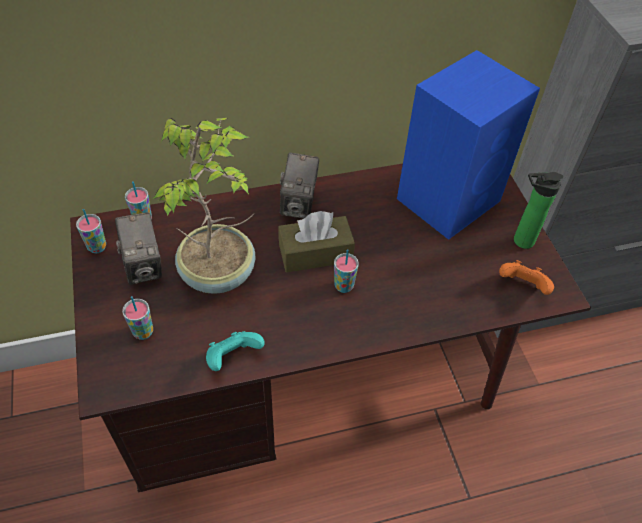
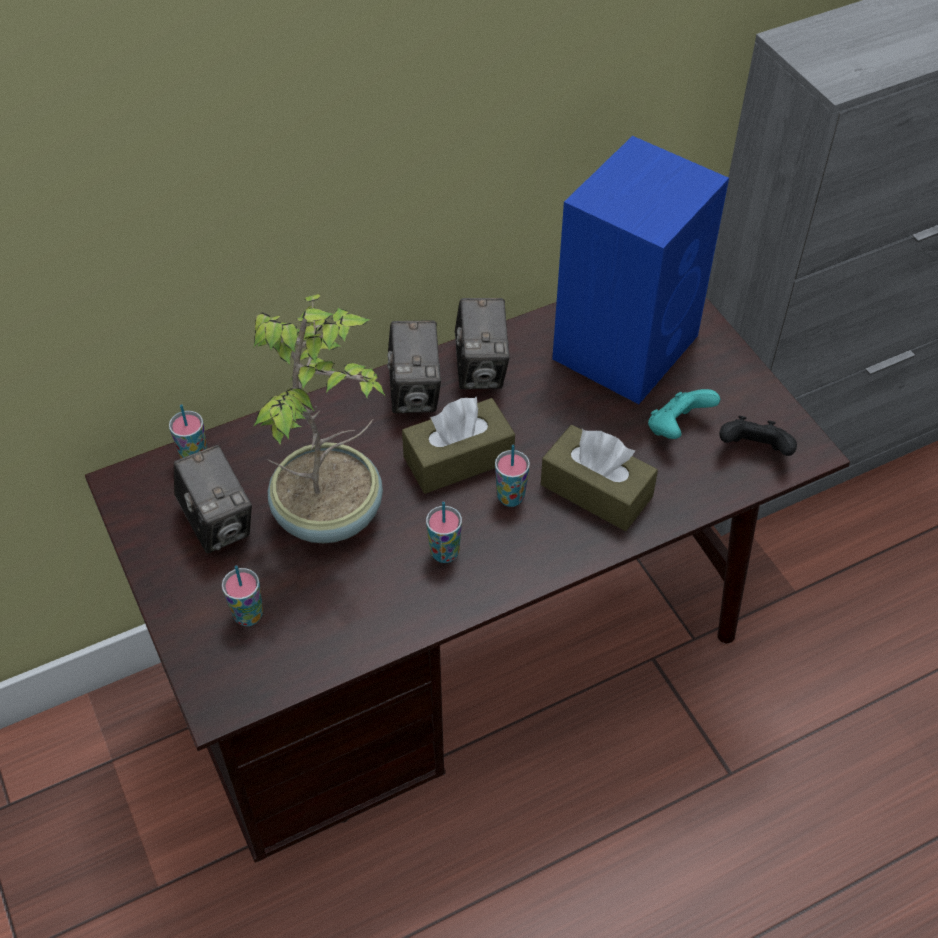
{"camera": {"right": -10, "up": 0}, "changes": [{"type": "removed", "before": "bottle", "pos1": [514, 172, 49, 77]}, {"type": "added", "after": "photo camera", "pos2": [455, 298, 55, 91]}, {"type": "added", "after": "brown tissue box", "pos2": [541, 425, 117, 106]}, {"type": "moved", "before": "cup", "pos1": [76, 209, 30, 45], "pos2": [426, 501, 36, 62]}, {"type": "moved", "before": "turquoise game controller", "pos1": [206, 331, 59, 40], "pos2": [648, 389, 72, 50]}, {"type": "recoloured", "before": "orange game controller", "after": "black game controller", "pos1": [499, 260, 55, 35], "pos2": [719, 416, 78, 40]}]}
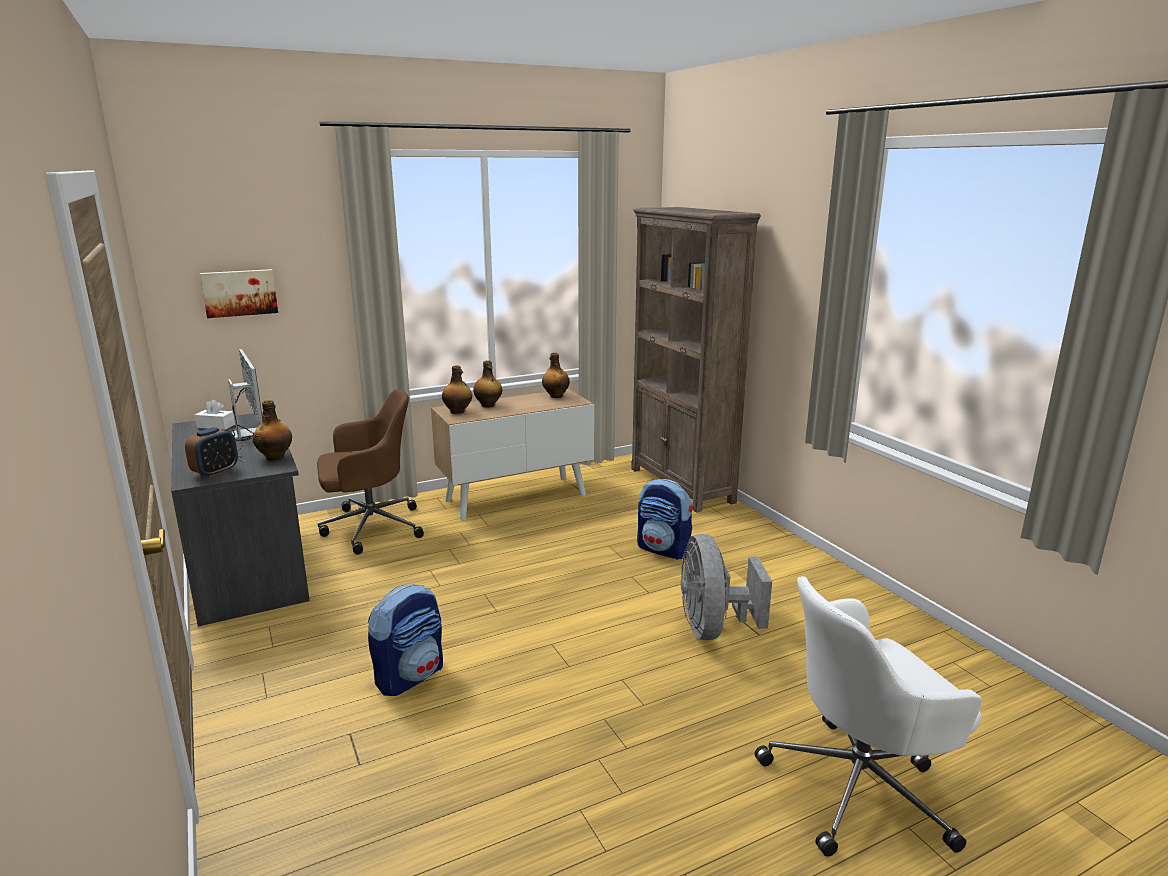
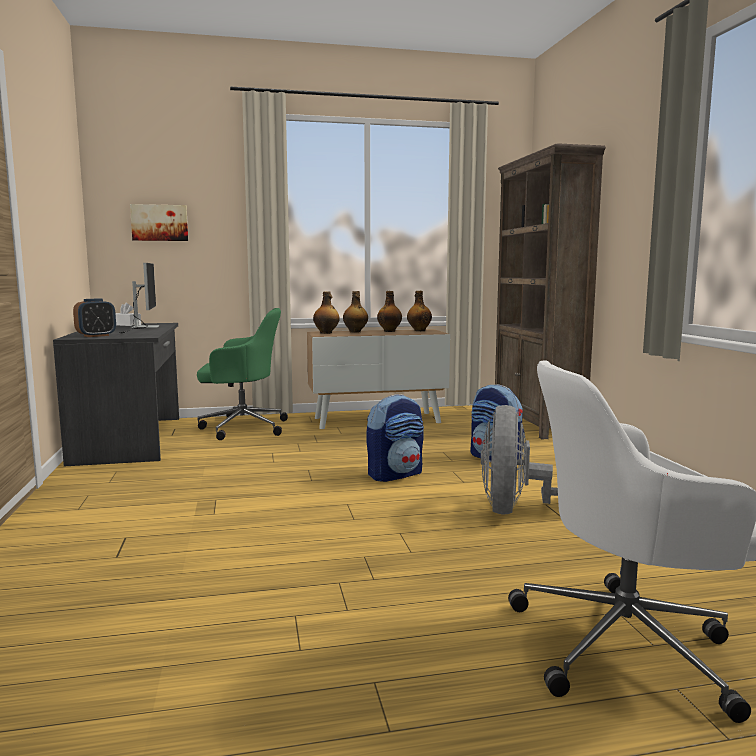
{"camera": {"right": 15, "up": -10}, "changes": [{"type": "moved", "before": "bottle", "pos1": [253, 400, 39, 61], "pos2": [377, 291, 25, 41]}, {"type": "moved", "before": "backpack", "pos1": [368, 584, 75, 112], "pos2": [366, 394, 58, 88]}, {"type": "recoloured", "before": "brown office chair", "after": "green office chair", "pos1": [317, 389, 107, 166], "pos2": [197, 308, 91, 132]}]}
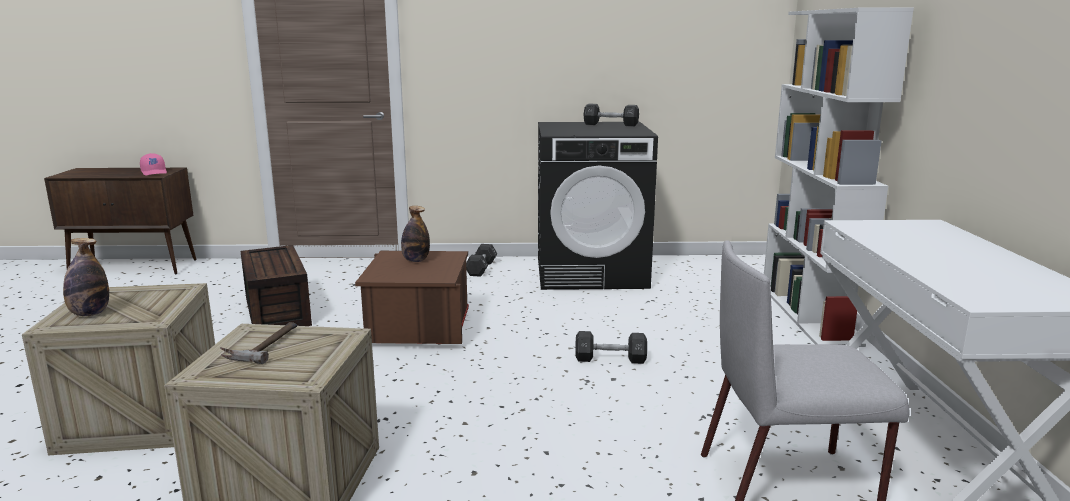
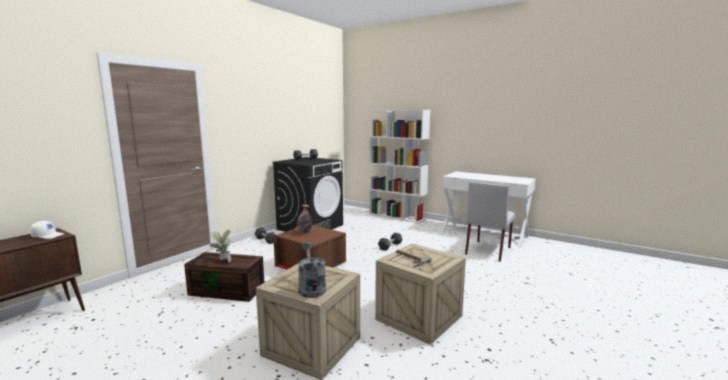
{"camera": {"right": -55, "up": -5}, "changes": [{"type": "added", "after": "potted plant", "pos2": [209, 230, 22, 32]}, {"type": "replaced", "before": "bottle", "after": "grey watering can", "pos1": [63, 238, 46, 78], "pos2": [298, 242, 28, 56]}, {"type": "recoloured", "before": "pink cap", "after": "white cap", "pos1": [140, 153, 27, 23], "pos2": [30, 221, 34, 18]}]}
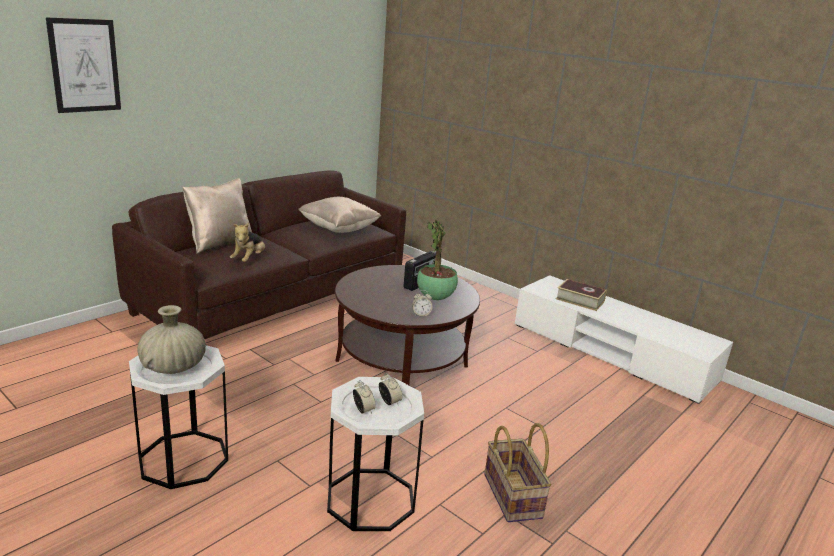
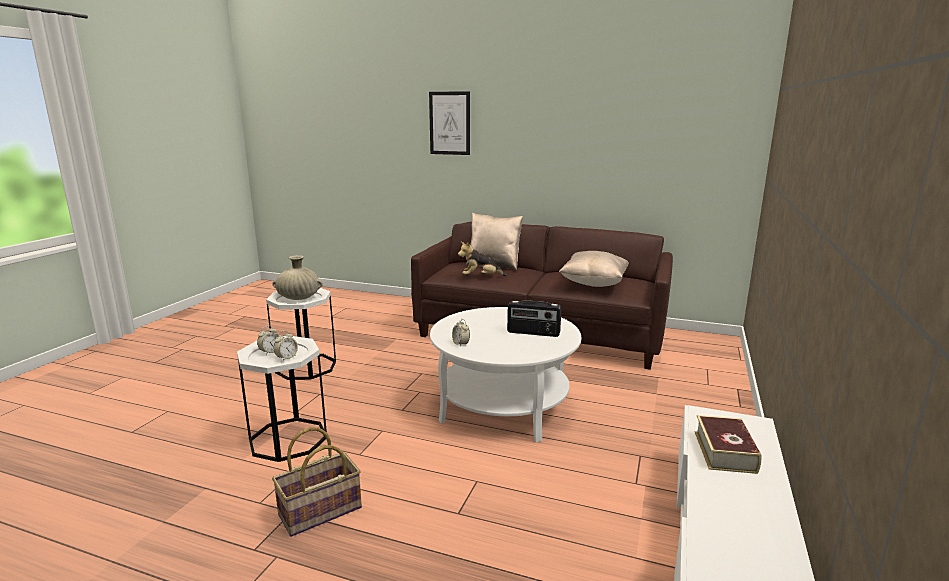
{"camera": {"right": 70, "up": -5}, "changes": [{"type": "removed", "before": "potted plant", "pos1": [417, 219, 41, 81]}, {"type": "recoloured", "before": "brown coffee table", "after": "white coffee table", "pos1": [335, 265, 145, 120], "pos2": [430, 307, 151, 135]}]}
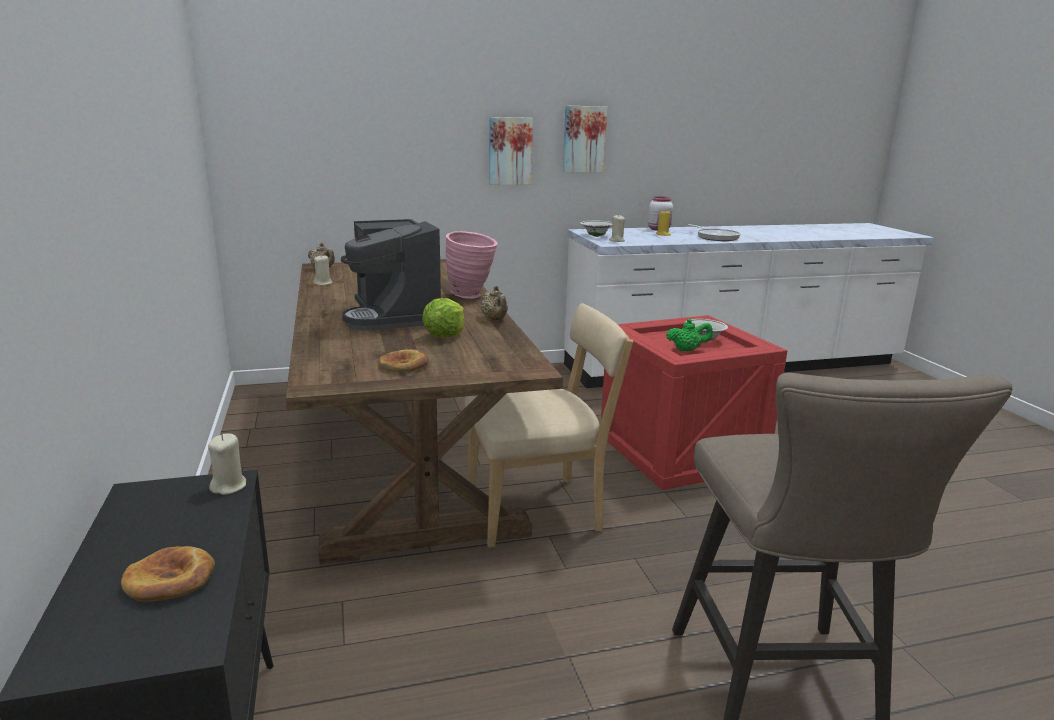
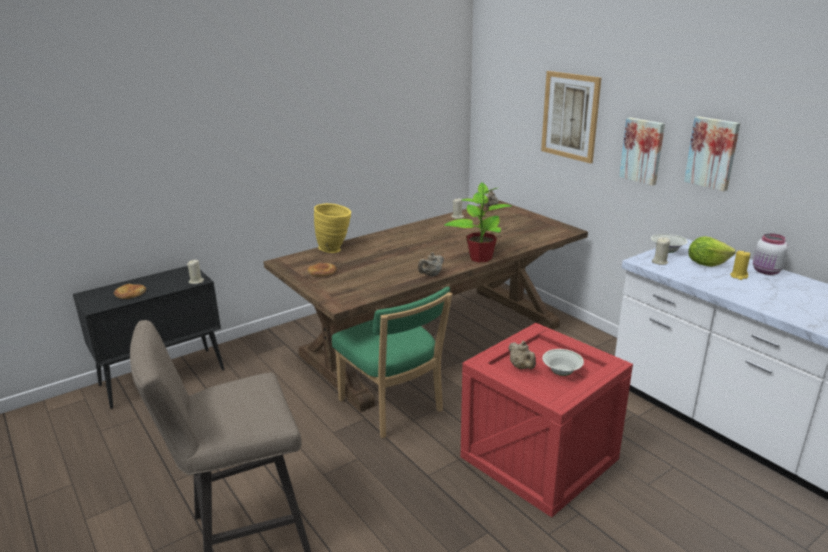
{"camera": {"right": 70, "up": 5}, "changes": [{"type": "removed", "before": "coffee machine", "pos1": [341, 219, 100, 112]}, {"type": "removed", "before": "frying pan", "pos1": [688, 224, 53, 17]}, {"type": "added", "after": "yellow vase", "pos2": [314, 203, 37, 50]}, {"type": "added", "after": "picture", "pos2": [541, 71, 60, 92]}, {"type": "moved", "before": "lettuce", "pos1": [422, 298, 42, 40], "pos2": [688, 236, 48, 31]}, {"type": "replaced", "before": "pink vase", "after": "potted plant", "pos1": [446, 231, 52, 68], "pos2": [444, 182, 68, 80]}, {"type": "recoloured", "before": "beige chair", "after": "green chair", "pos1": [465, 303, 168, 245], "pos2": [332, 287, 120, 151]}, {"type": "recoloured", "before": "green teapot", "after": "beige teapot", "pos1": [666, 319, 47, 32], "pos2": [508, 341, 28, 28]}]}
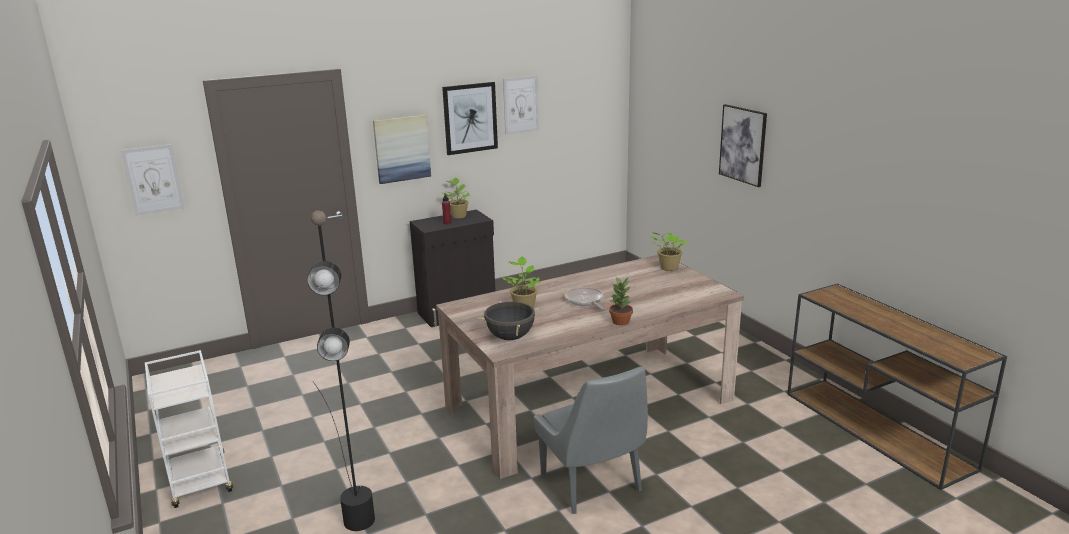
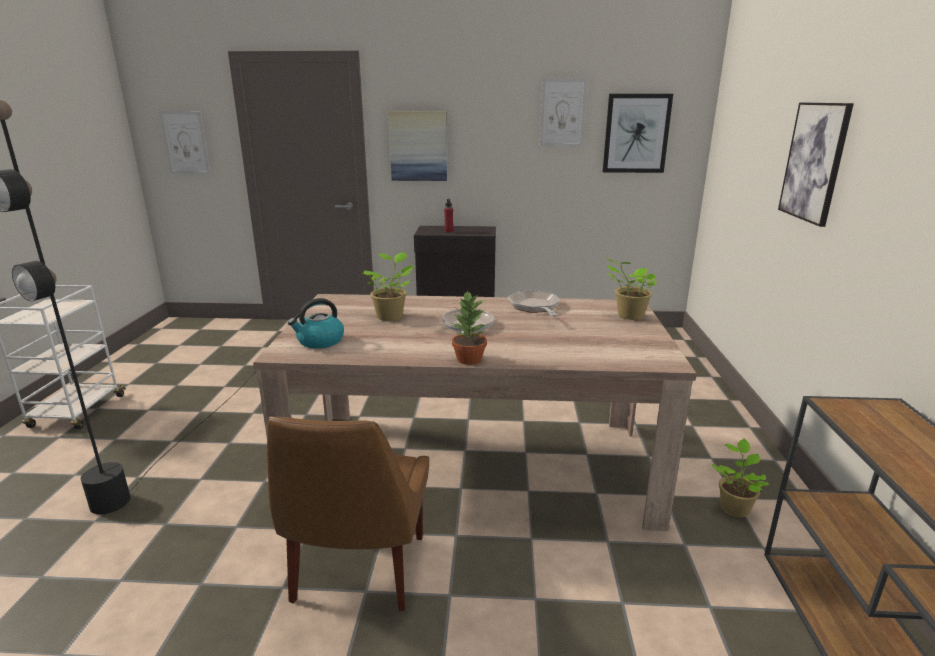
{"camera": {"right": 30, "up": 0}, "changes": [{"type": "added", "after": "frying pan", "pos2": [508, 290, 52, 26]}, {"type": "moved", "before": "potted plant", "pos1": [441, 178, 30, 40], "pos2": [711, 439, 58, 78]}, {"type": "moved", "before": "picture", "pos1": [442, 82, 56, 73], "pos2": [603, 94, 70, 79]}, {"type": "replaced", "before": "black cooking pot", "after": "kettle", "pos1": [479, 301, 61, 39], "pos2": [288, 298, 56, 51]}, {"type": "recoloured", "before": "grey chair", "after": "brown chair", "pos1": [534, 366, 114, 148], "pos2": [267, 416, 162, 196]}]}
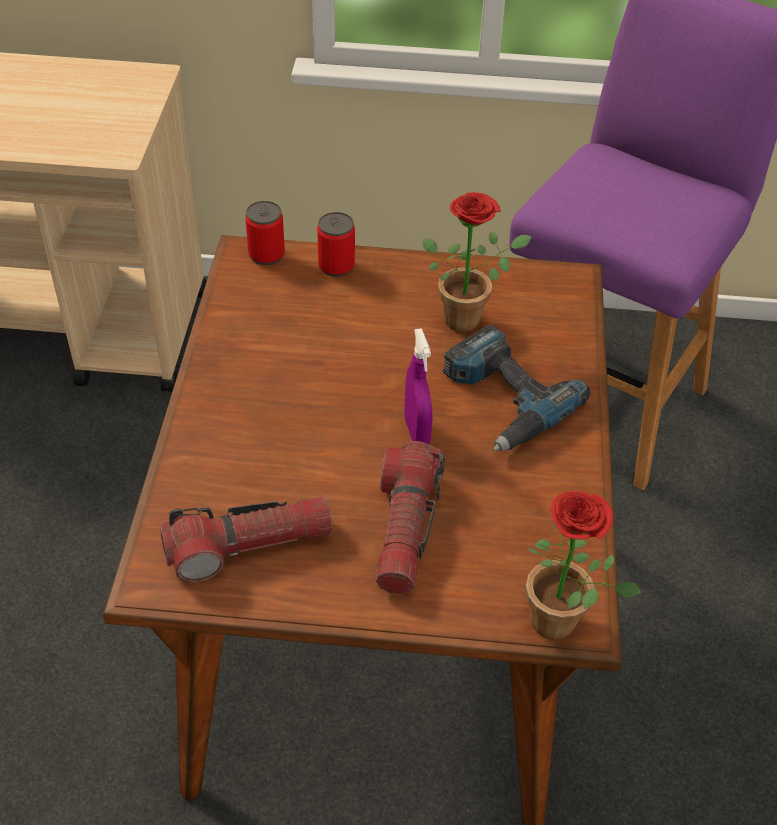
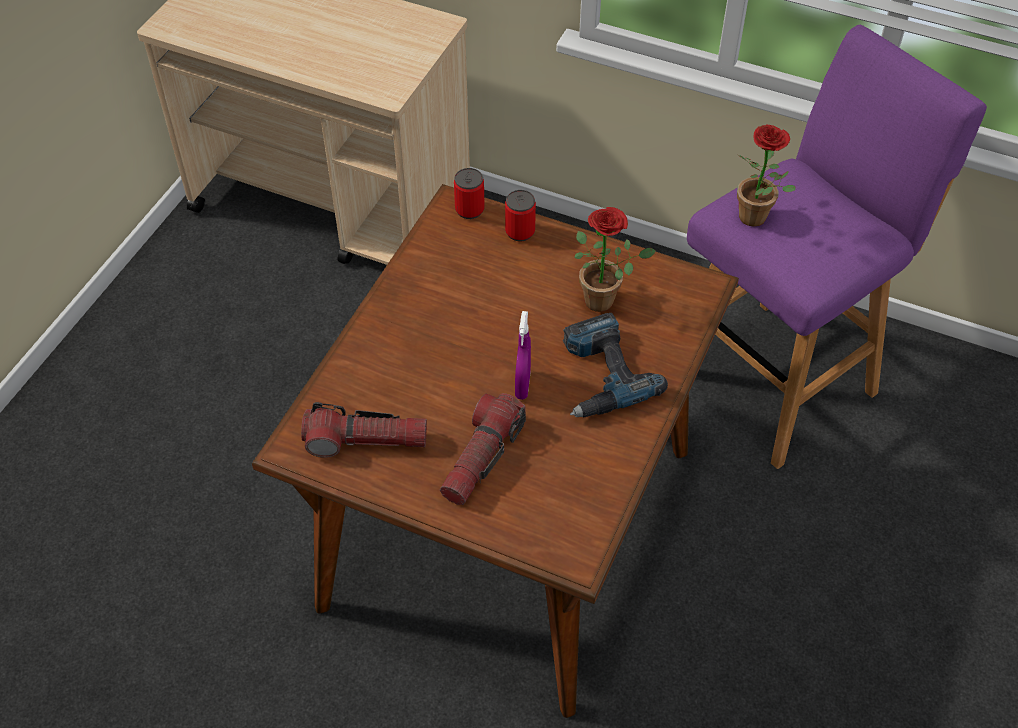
{"camera": {"right": 20, "up": 5}, "changes": [{"type": "moved", "before": "potted plant", "pos1": [526, 491, 115, 149], "pos2": [737, 125, 59, 102]}]}
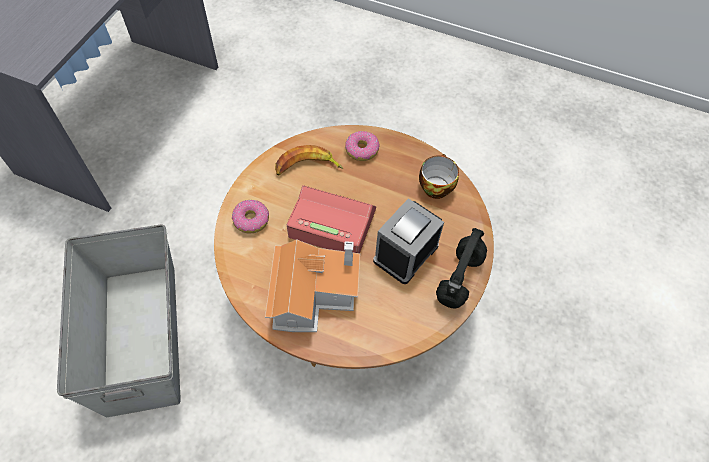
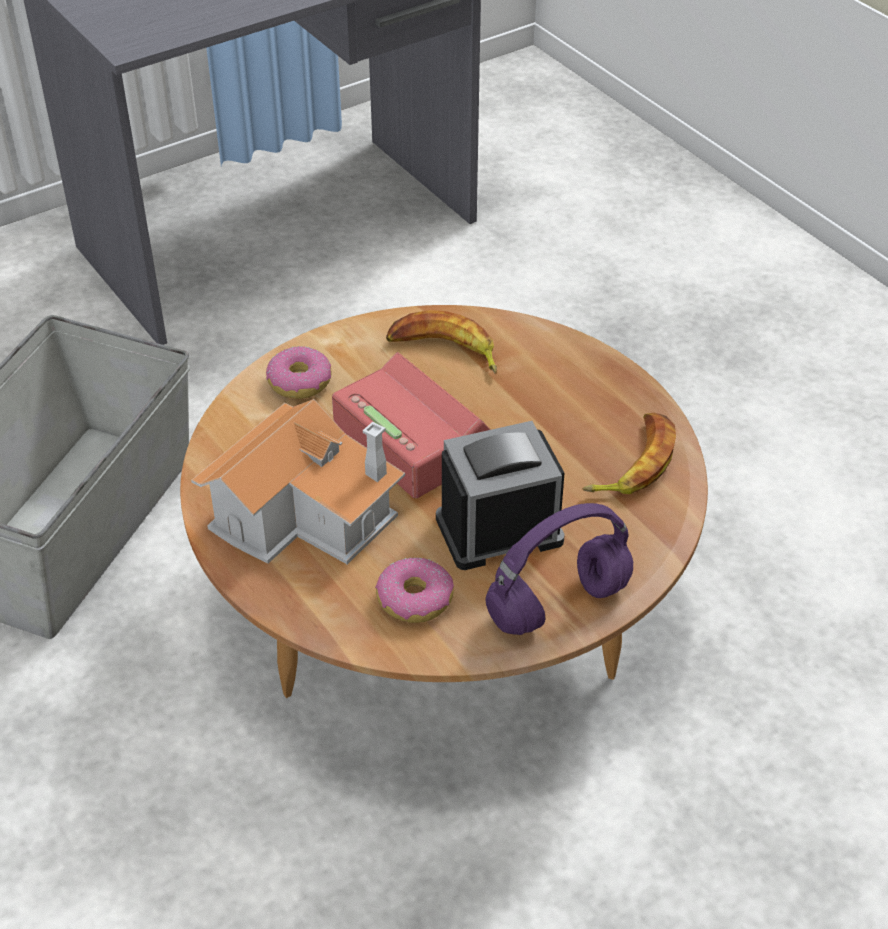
{"camera": {"right": 35, "up": -15}, "changes": [{"type": "moved", "before": "donut", "pos1": [345, 131, 35, 30], "pos2": [375, 557, 79, 66]}, {"type": "replaced", "before": "cup", "after": "banana", "pos1": [419, 154, 40, 45], "pos2": [582, 413, 94, 81]}, {"type": "recoloured", "before": "black headphones", "after": "purple headphones", "pos1": [436, 228, 51, 81], "pos2": [485, 503, 148, 132]}]}
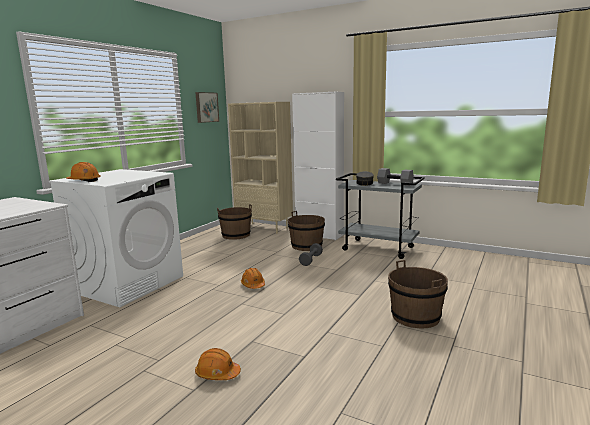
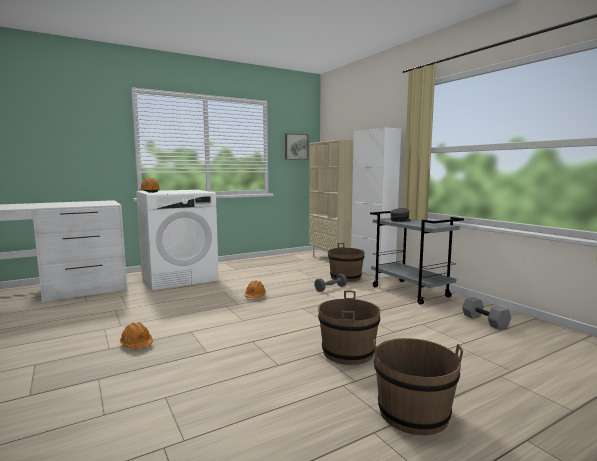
{"camera": {"right": 30, "up": -5}, "changes": [{"type": "moved", "before": "brown bucket", "pos1": [217, 204, 35, 36], "pos2": [373, 338, 90, 97]}, {"type": "moved", "before": "grey dumbbell", "pos1": [377, 168, 37, 18], "pos2": [462, 297, 49, 33]}]}
